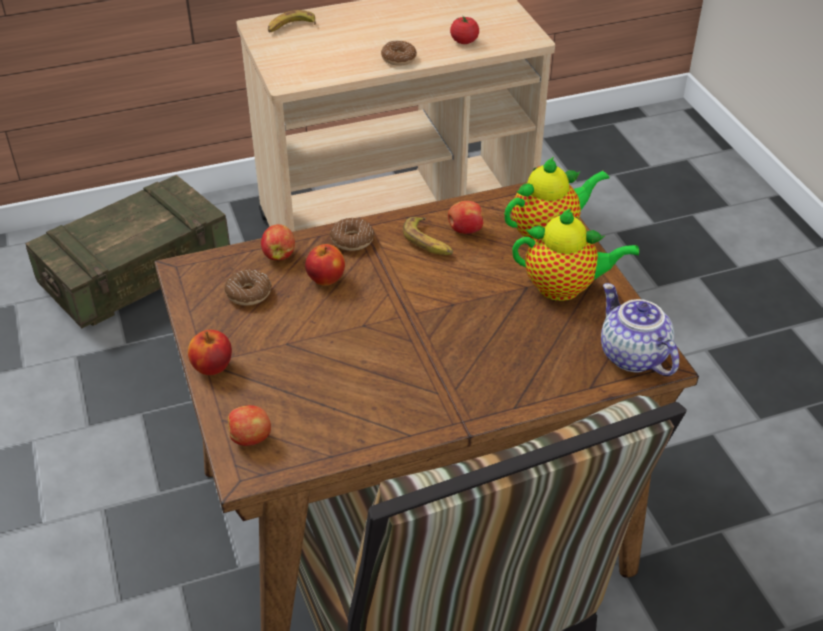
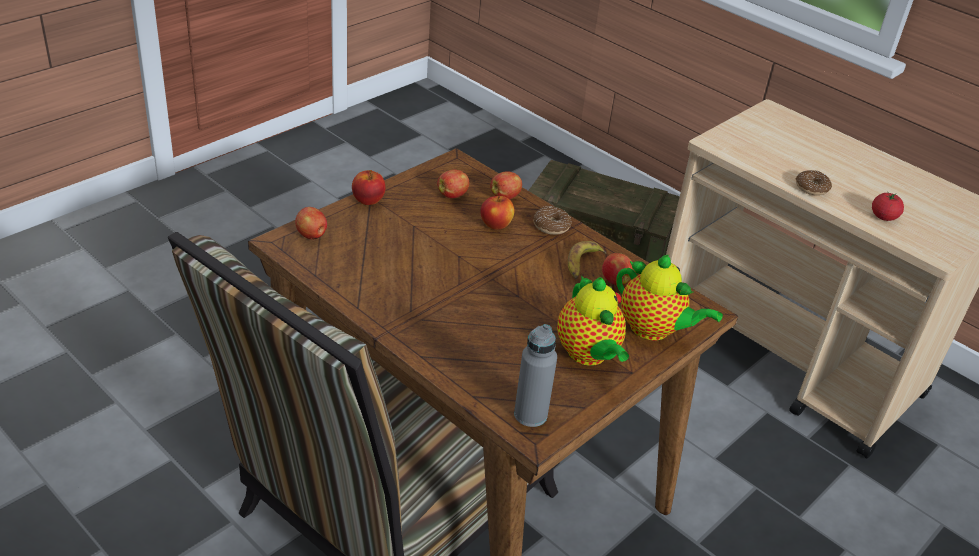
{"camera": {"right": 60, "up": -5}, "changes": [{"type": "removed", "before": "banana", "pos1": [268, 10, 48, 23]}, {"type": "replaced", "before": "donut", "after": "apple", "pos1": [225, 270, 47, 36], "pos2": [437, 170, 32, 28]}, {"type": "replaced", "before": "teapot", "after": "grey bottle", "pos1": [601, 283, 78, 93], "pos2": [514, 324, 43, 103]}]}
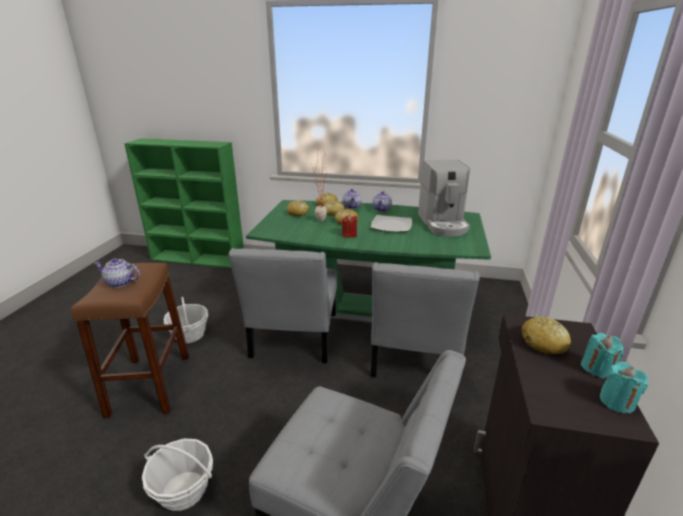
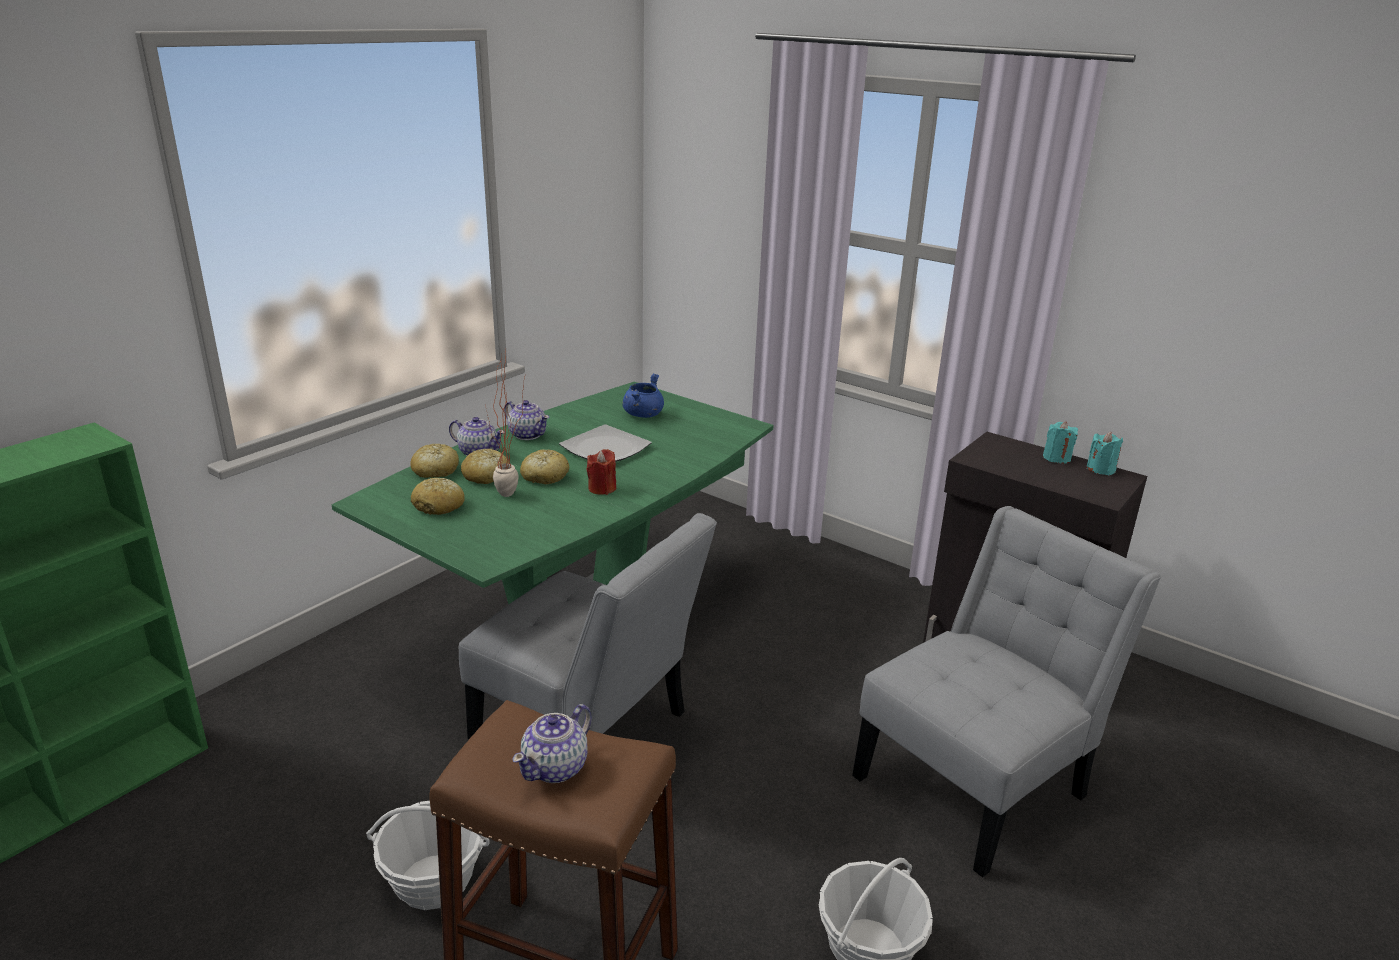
{"camera": {"right": -65, "up": 0}, "changes": [{"type": "removed", "before": "grey chair", "pos1": [371, 262, 109, 115]}, {"type": "removed", "before": "bread", "pos1": [522, 316, 49, 38]}, {"type": "replaced", "before": "coffee machine", "after": "blue cooking pot", "pos1": [418, 160, 52, 77], "pos2": [622, 374, 42, 44]}]}
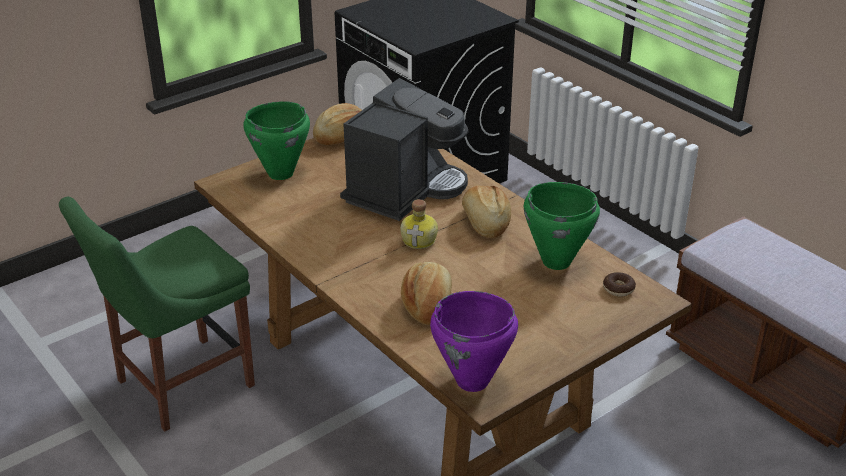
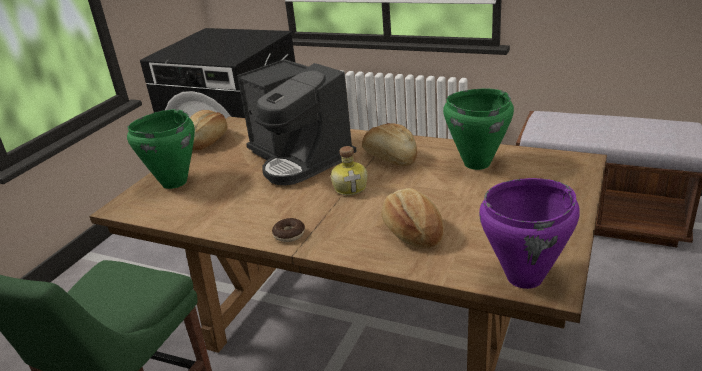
{"camera": {"right": -25, "up": -5}, "changes": [{"type": "moved", "before": "donut", "pos1": [603, 272, 33, 25], "pos2": [272, 218, 33, 24]}, {"type": "turned", "before": "coffee machine", "pos1": [340, 78, 128, 143], "pos2": [237, 59, 120, 126], "turn": 135}]}
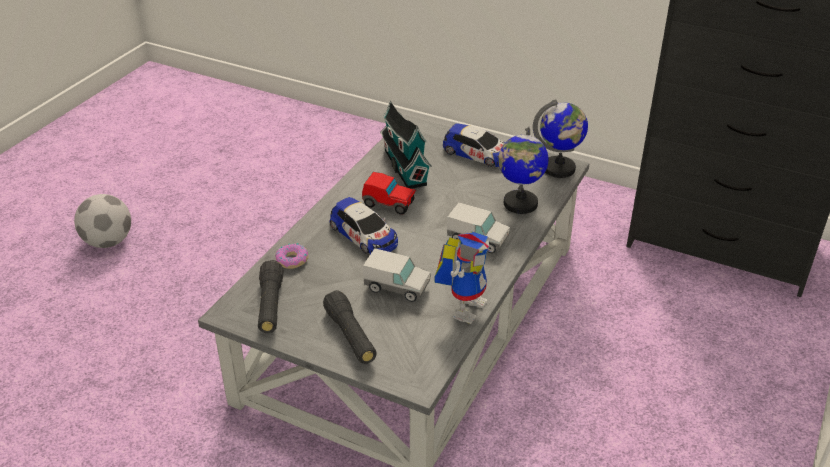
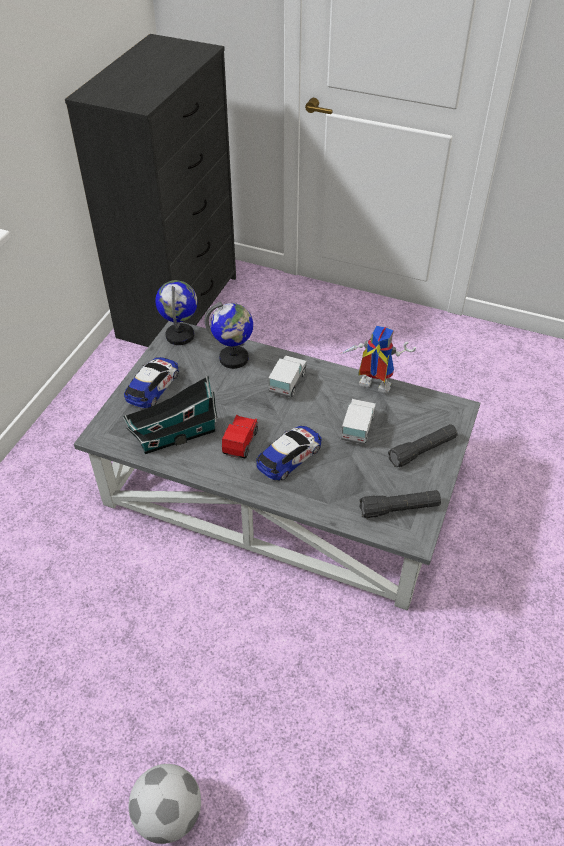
{"camera": {"right": -95, "up": 10}, "changes": [{"type": "removed", "before": "donut", "pos1": [275, 243, 33, 26]}]}
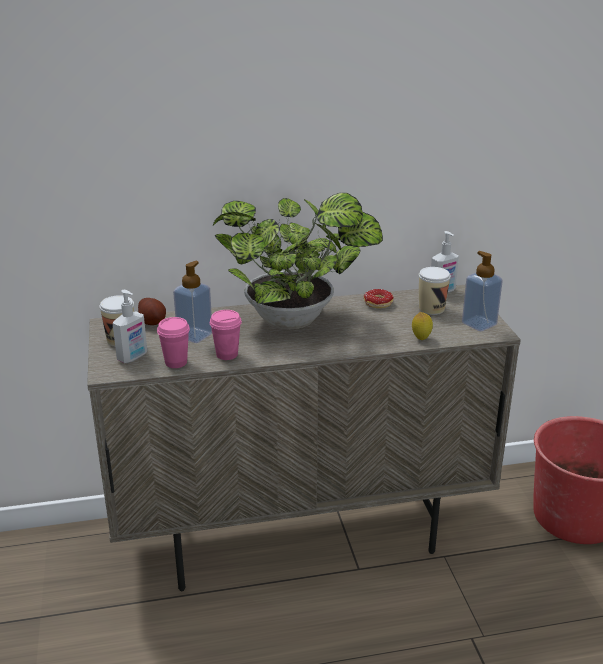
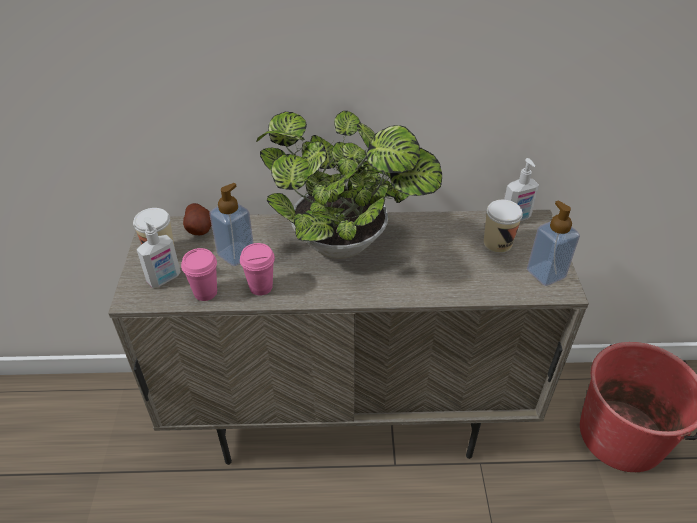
{"camera": {"right": 10, "up": 15}, "changes": [{"type": "removed", "before": "donut", "pos1": [364, 289, 30, 19]}, {"type": "removed", "before": "lemon", "pos1": [412, 312, 21, 28]}]}
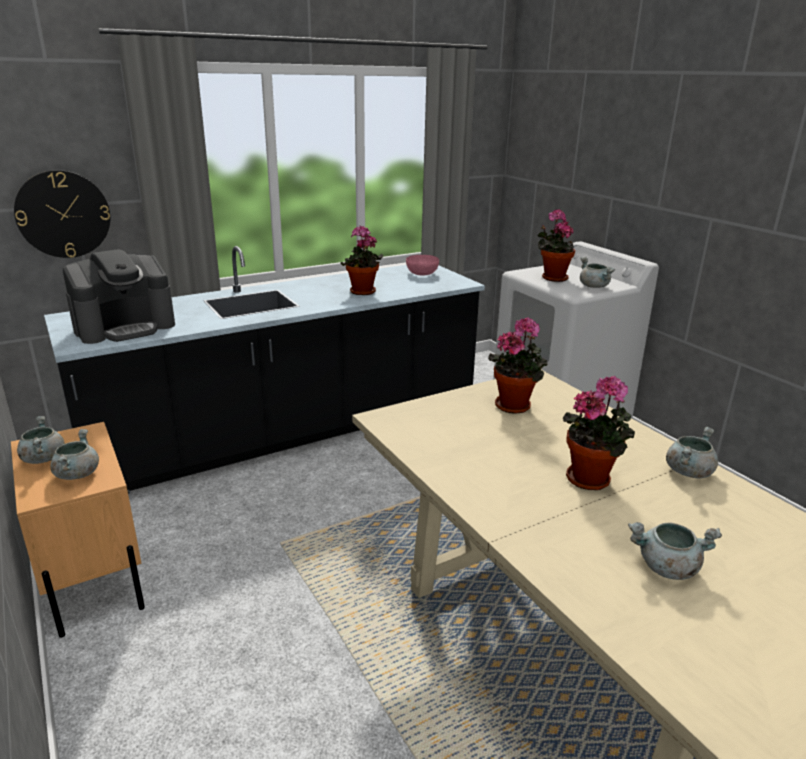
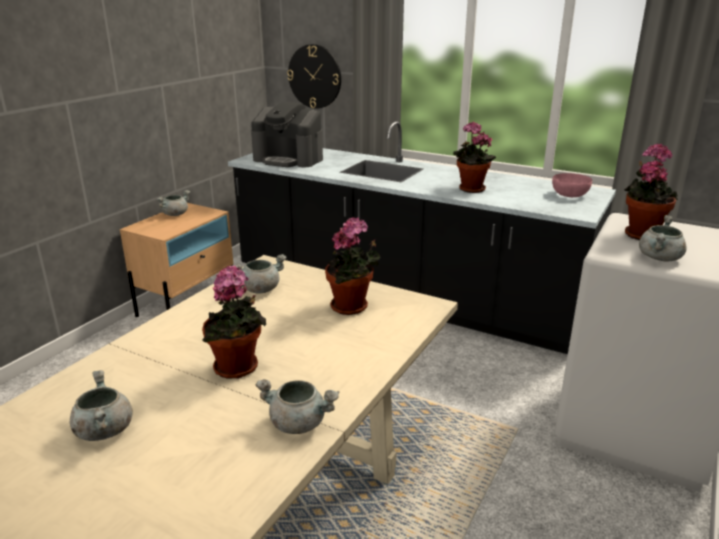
{"camera": {"right": 60, "up": 0}, "changes": [{"type": "moved", "before": "grey cooking pot", "pos1": [51, 429, 48, 51], "pos2": [235, 254, 52, 40]}]}
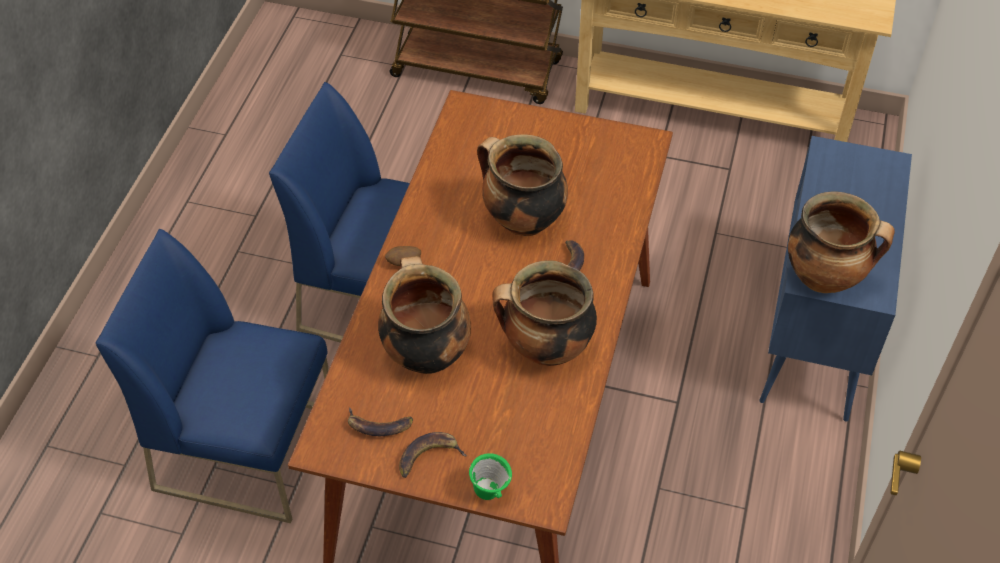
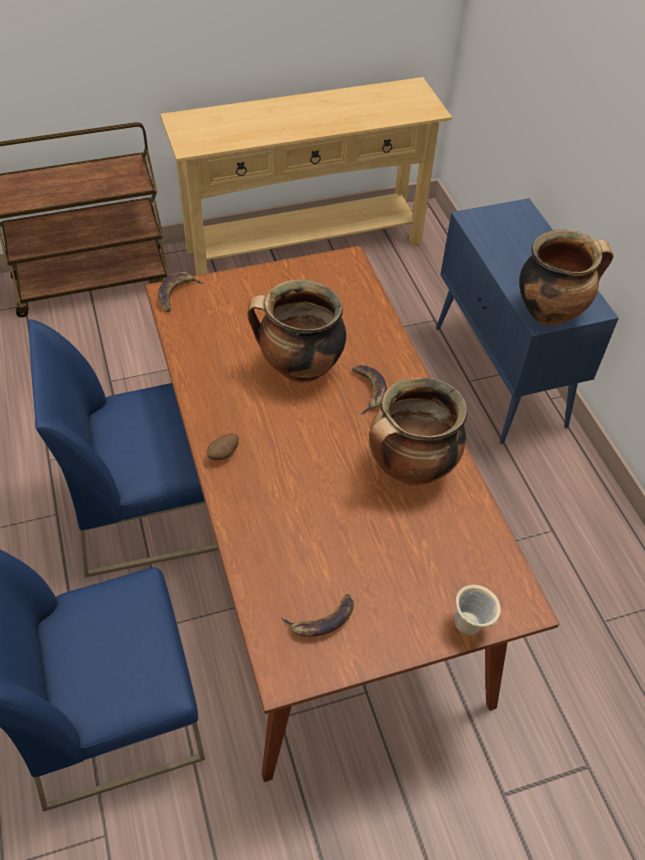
{"camera": {"right": -35, "up": 0}, "changes": [{"type": "removed", "before": "cooking pot", "pos1": [378, 256, 93, 118]}, {"type": "moved", "before": "banana", "pos1": [399, 432, 68, 46], "pos2": [158, 272, 47, 40]}, {"type": "recoloured", "before": "green mug", "after": "beige mug", "pos1": [469, 453, 43, 47], "pos2": [455, 585, 46, 50]}]}
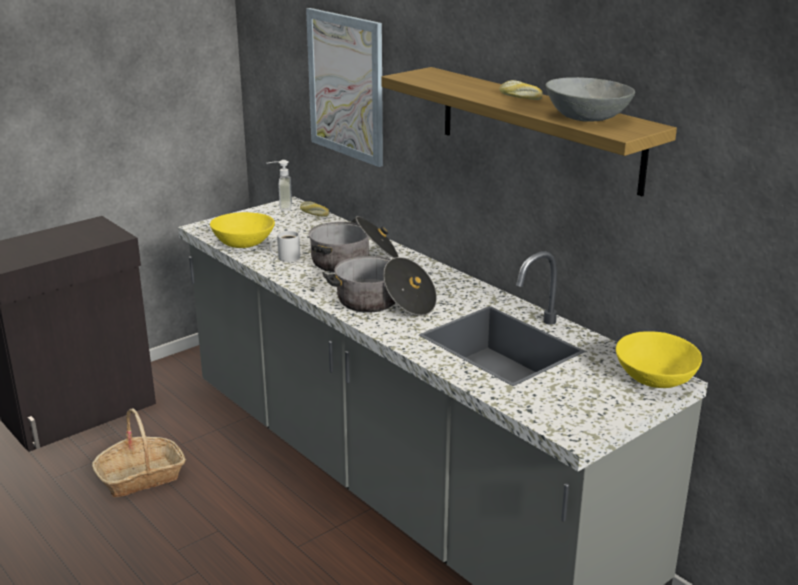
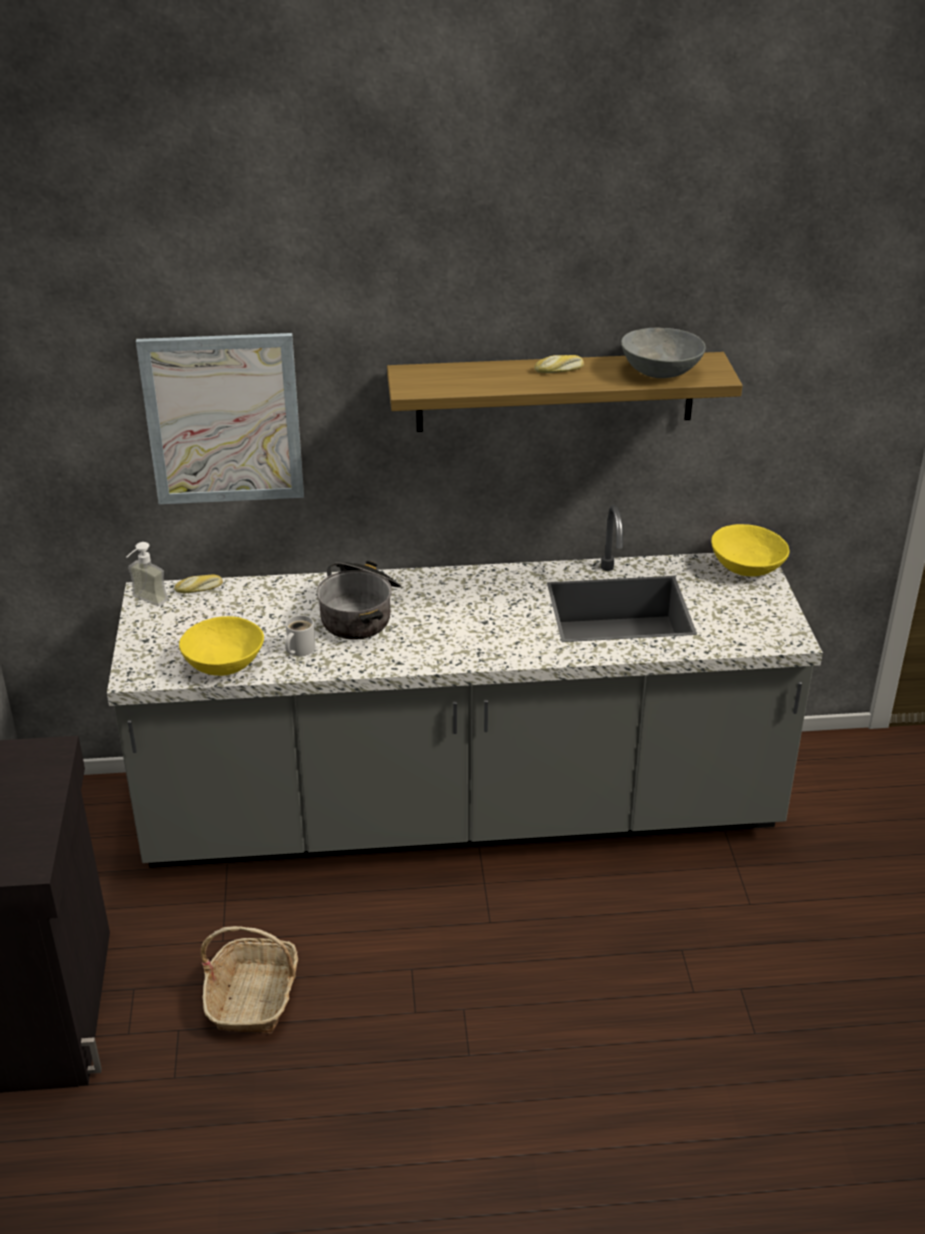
{"camera": {"right": -55, "up": 10}, "changes": [{"type": "removed", "before": "cooking pot", "pos1": [322, 256, 115, 60]}]}
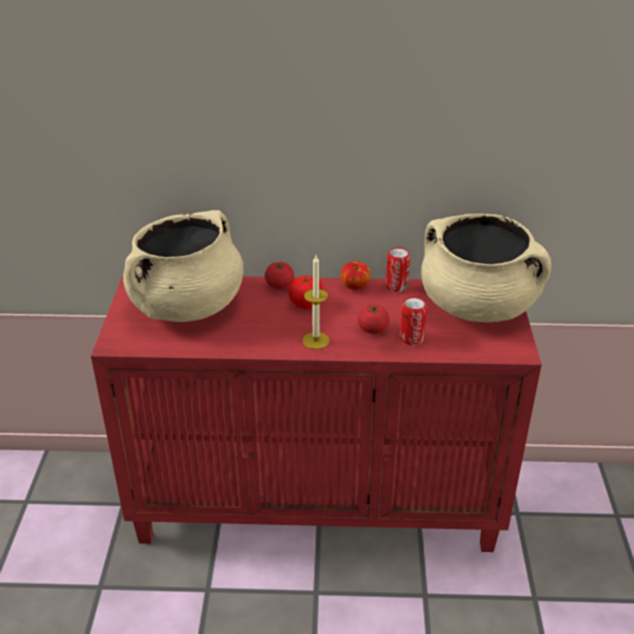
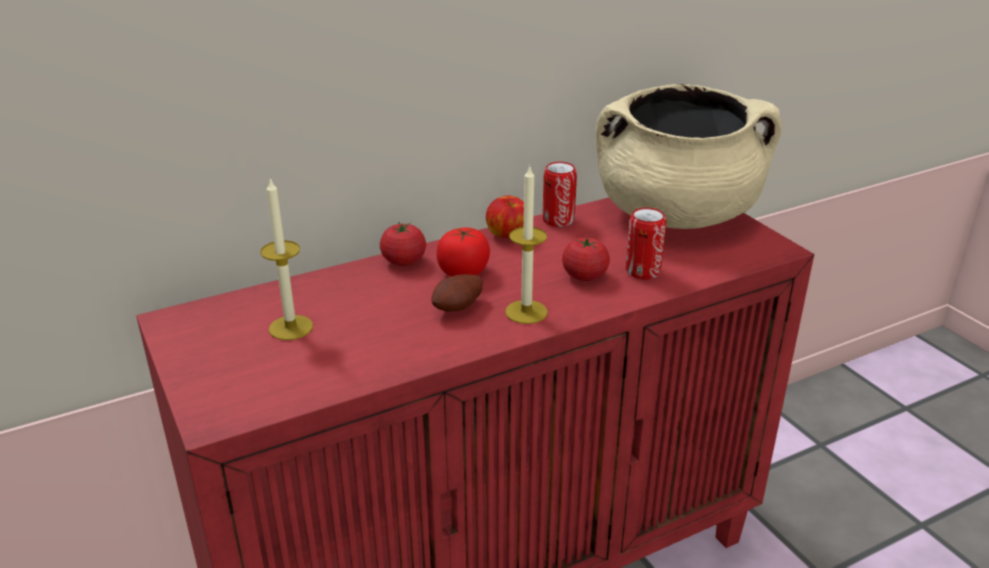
{"camera": {"right": -30, "up": -5}, "changes": [{"type": "added", "after": "potato", "pos2": [431, 274, 52, 38]}, {"type": "replaced", "before": "beige cooking pot", "after": "candle", "pos1": [123, 210, 121, 112], "pos2": [260, 177, 53, 163]}]}
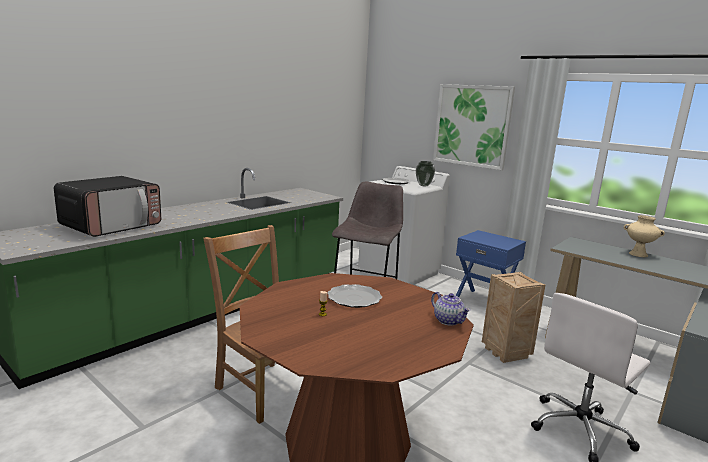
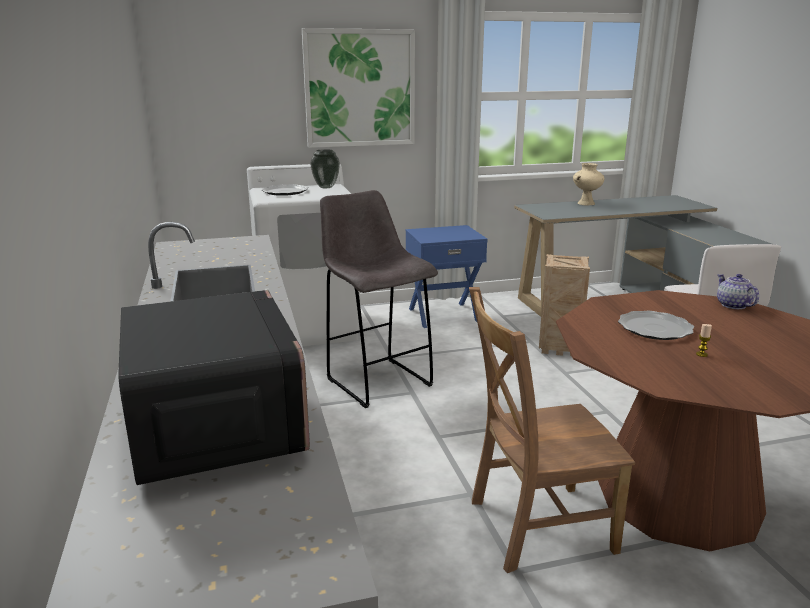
{"camera": {"right": -55, "up": 5}, "changes": [{"type": "turned", "before": "teapot", "pos1": [431, 292, 40, 34], "pos2": [717, 274, 42, 35], "turn": -105}]}
